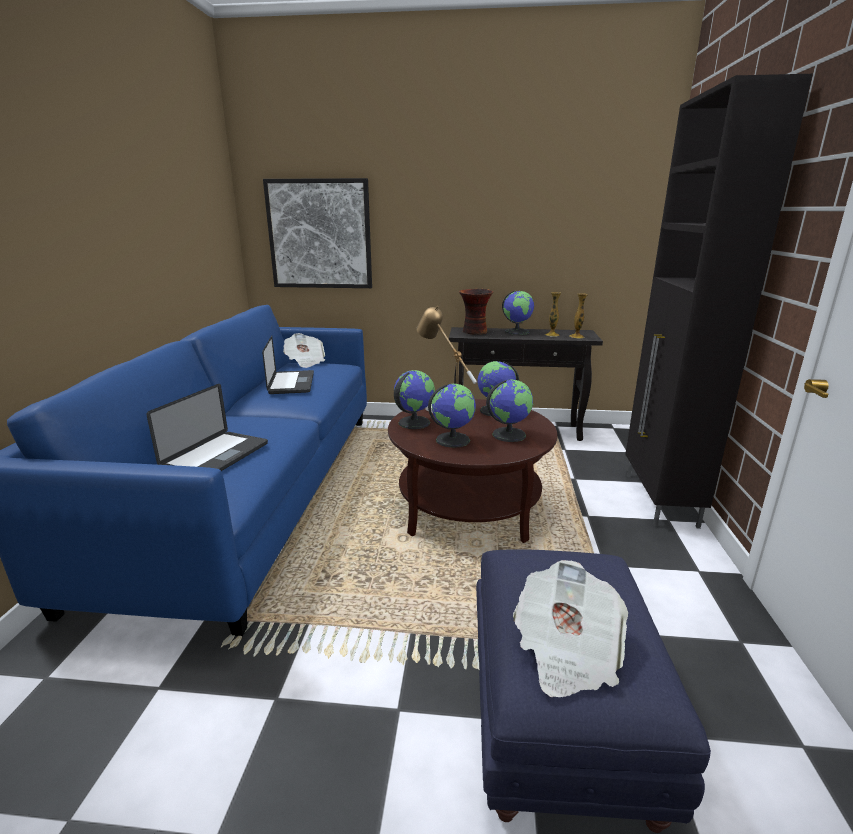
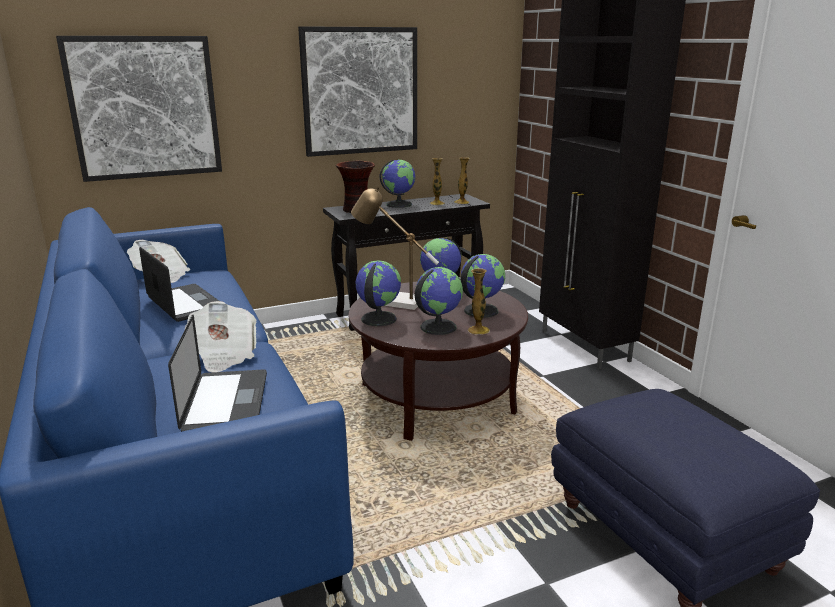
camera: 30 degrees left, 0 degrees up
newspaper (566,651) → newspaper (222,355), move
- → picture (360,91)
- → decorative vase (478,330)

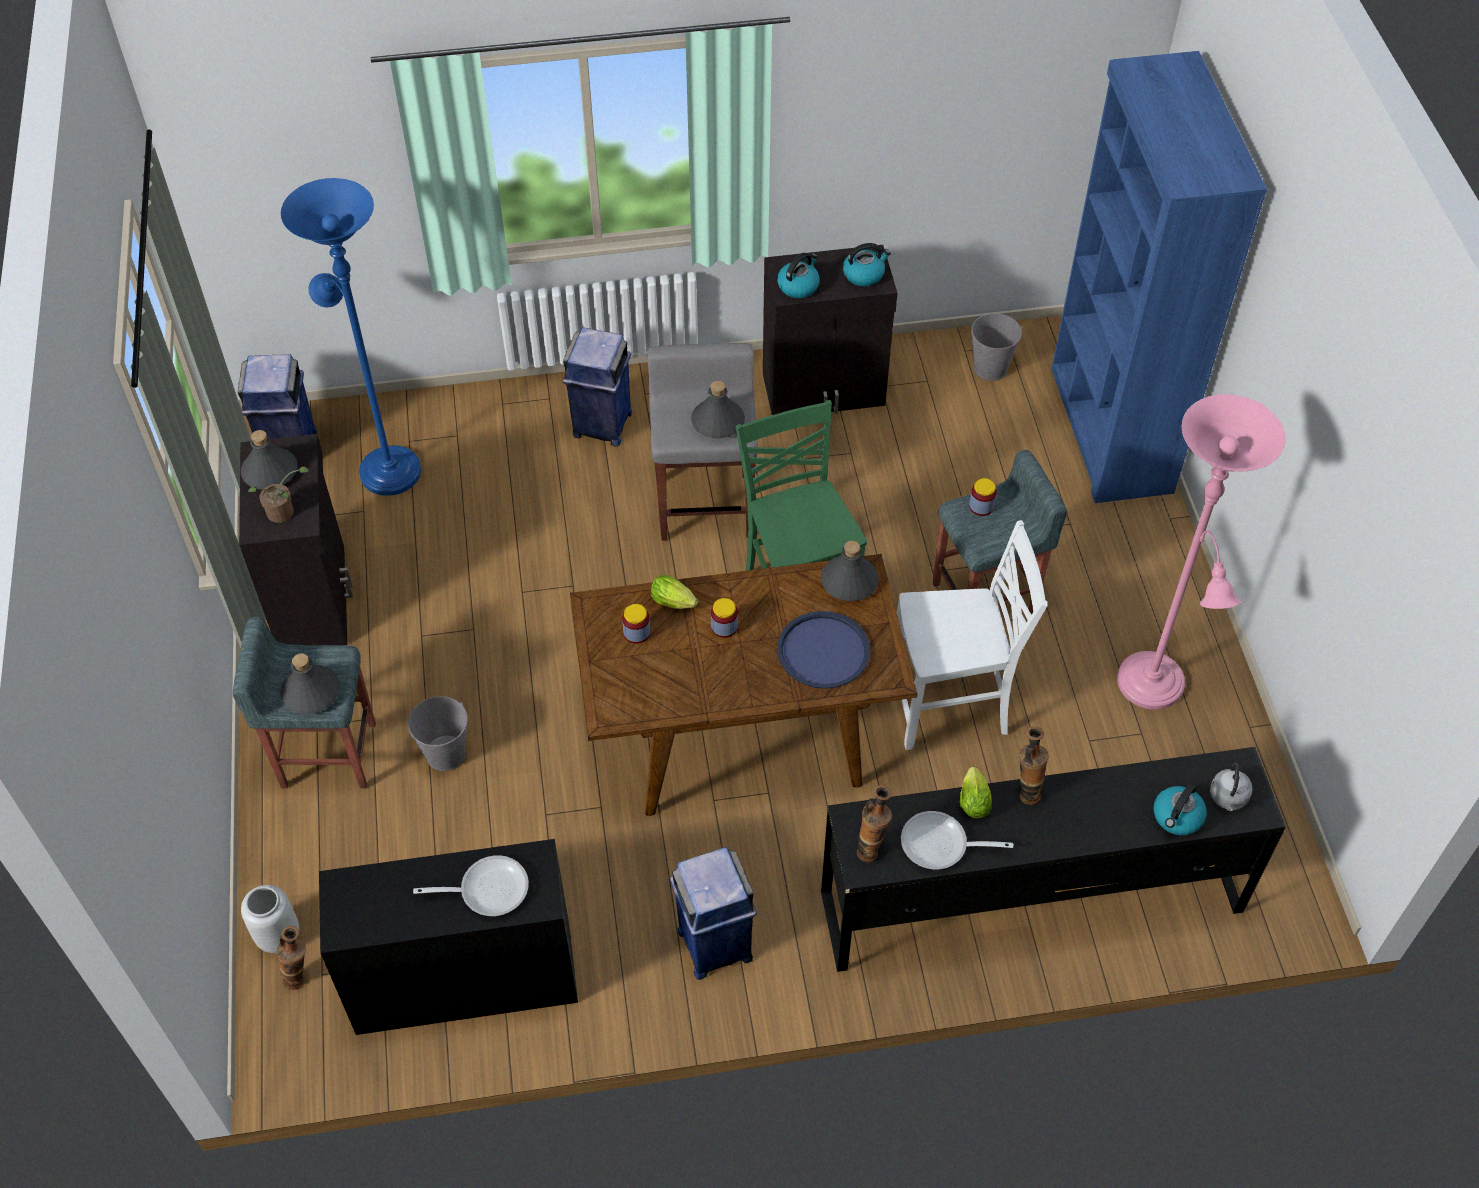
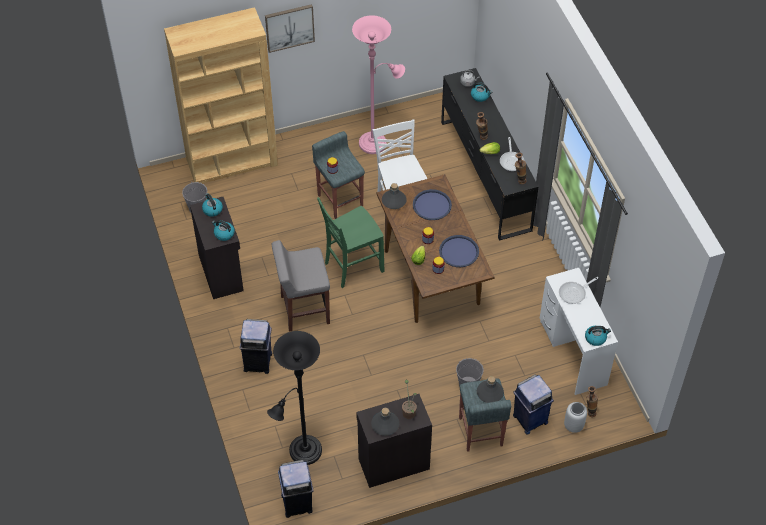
camera: 100 degrees left, 0 degrees up
bluish bookcase (1109,430) → brown bookcase (232,162)
- → picture (289,27)
bluish floor lamp (386,467) → black-coloured floor lamp (302,453)
- → bluish carrying tray (458,251)
bluish trash can (714,943) → bluish trash can (529,419), move
black-coloured desk (464,981) → whitish desk (573,353)
frying pan (488,889) → frying pan (574,293), 105 degrees counterclockwise
- → tea kettle (595,338)
grey bottle (717,422) → -

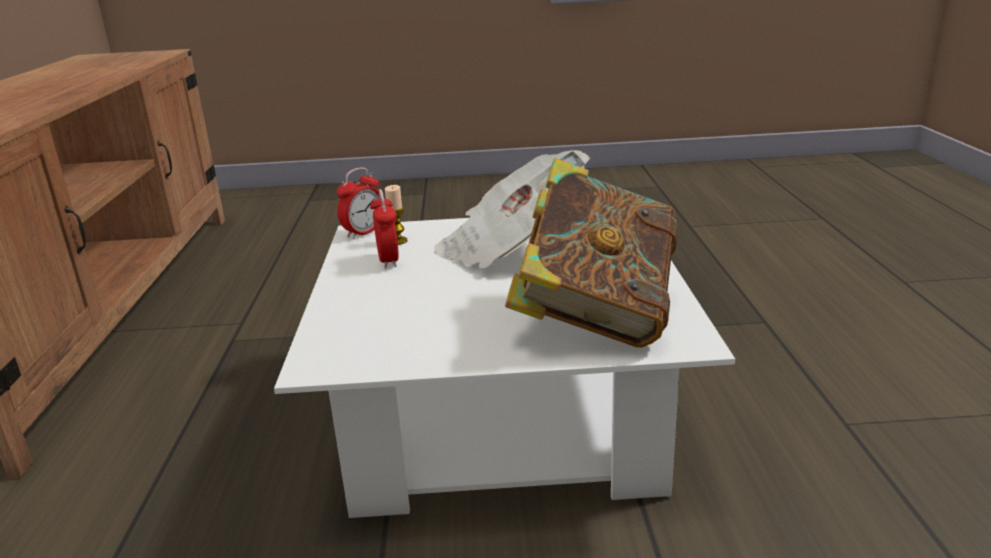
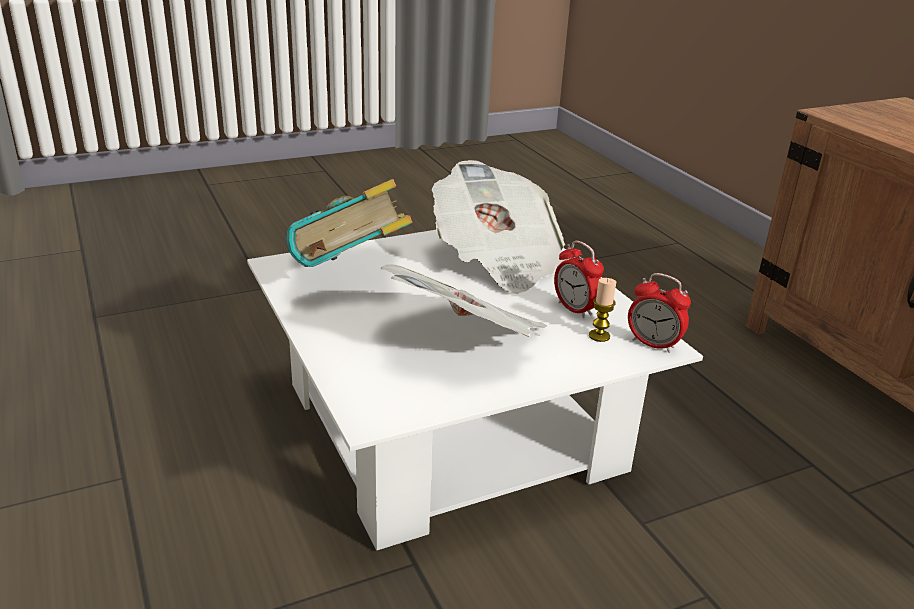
camera: 155 degrees right, 5 degrees up
- → newspaper (498,260)
bedside clock (363,233) → bedside clock (653,344), 75 degrees counterclockwise

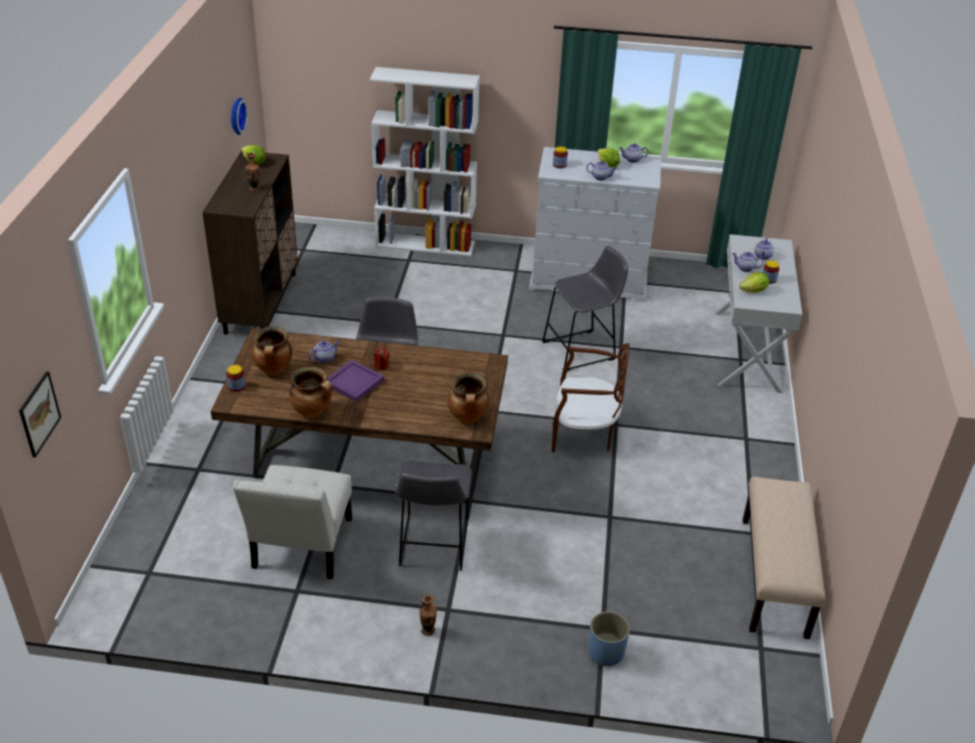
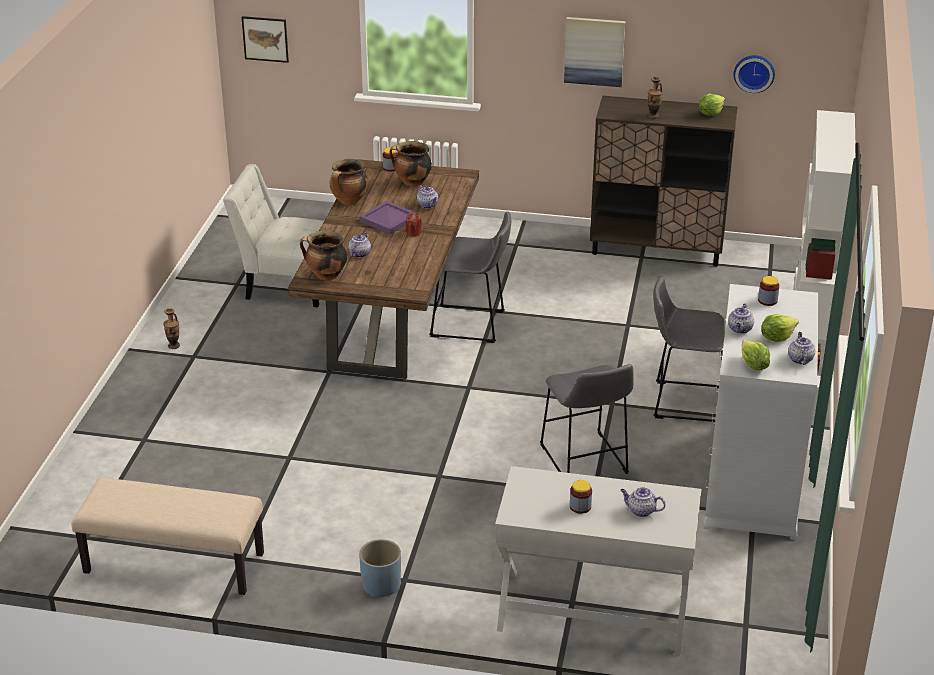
camera: 95 degrees right, 5 degrees down
pot for tea (745,268) → pot for tea (359,253), move
bluish planter (606,653) → bluish planter (381,585), move
- → picture (594,51)
grey sitting stool (432,546) → grey sitting stool (685,402), move
head of lettuce (753,291) → head of lettuce (753,365), move
brown upright chair (584,433) → -

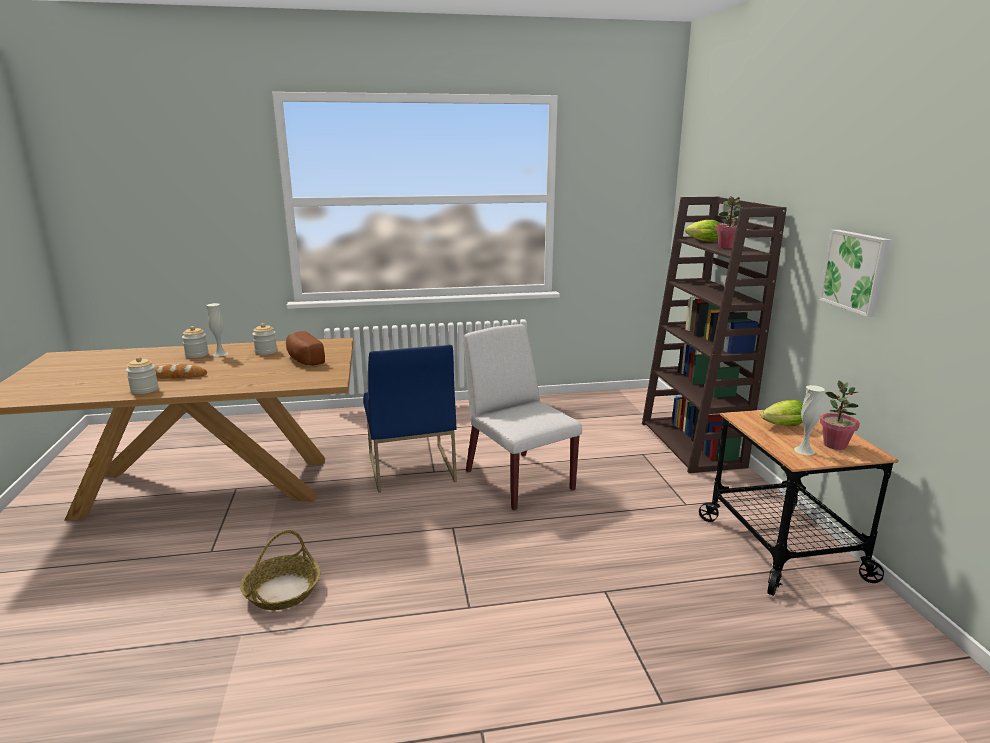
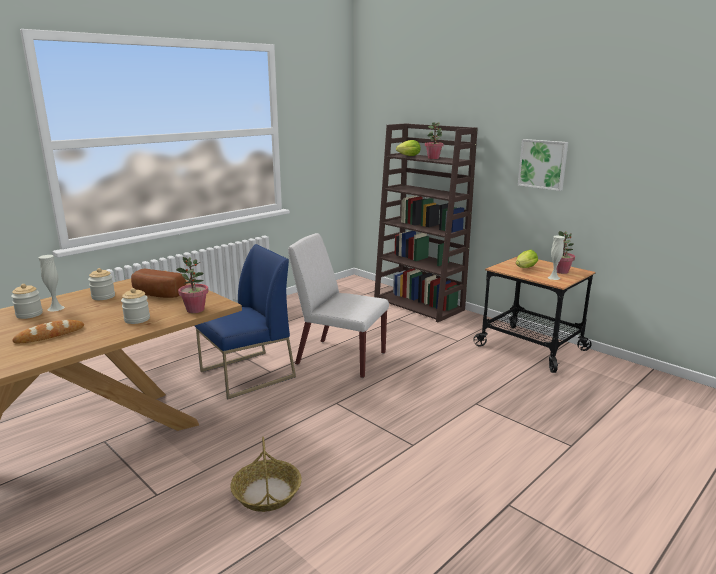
camera: 35 degrees left, 0 degrees up
preserve jar (144,390) → preserve jar (137,319), move
- → houseplant (195,310)
bluish upright chair (410,467) → bluish upright chair (247,374), 75 degrees counterclockwise

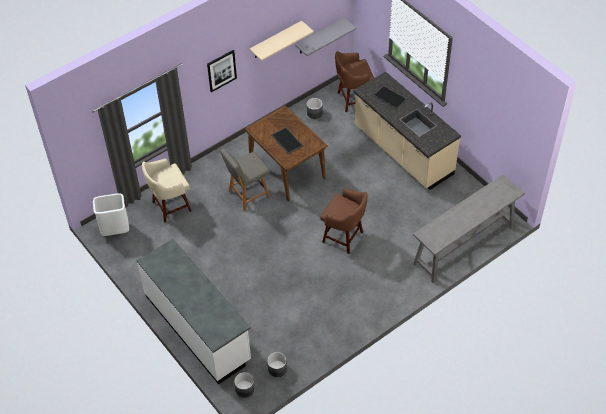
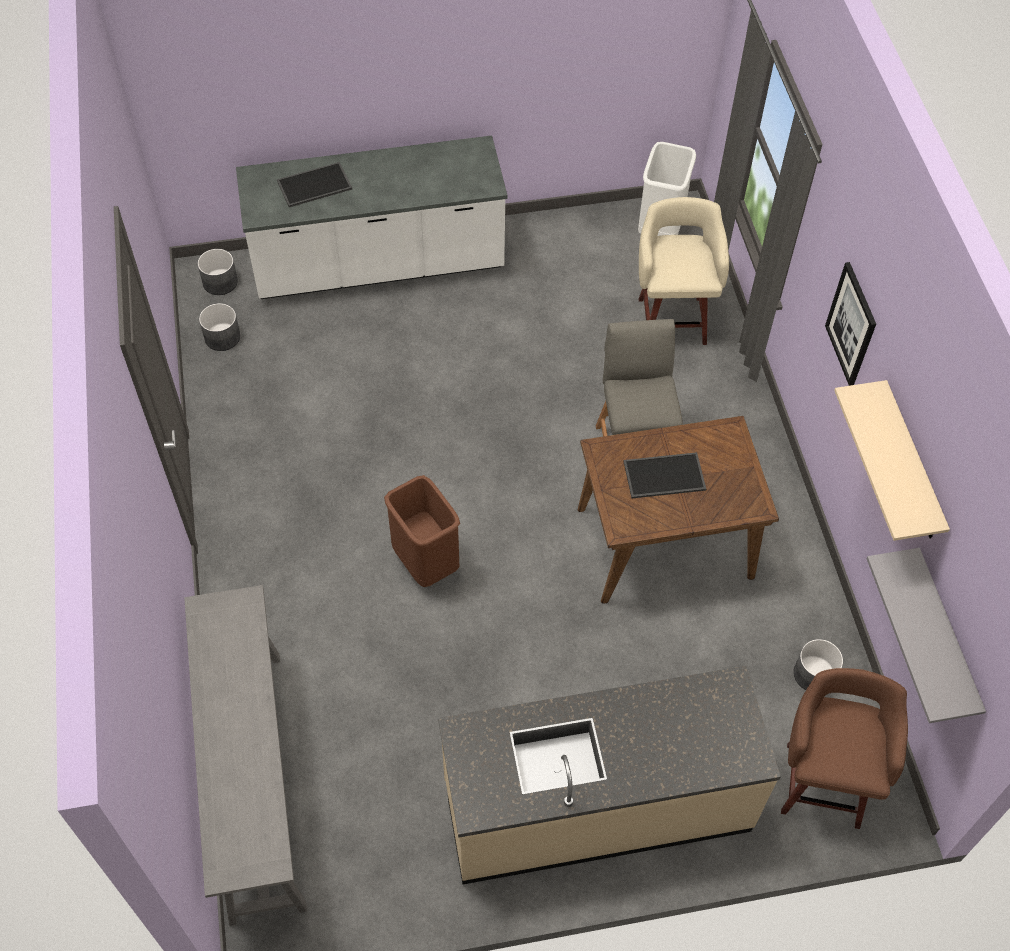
camera: 115 degrees right, 5 degrees up
carrying tray (390,97) → carrying tray (314,186), move
brown sitting stool (344,237) → brown trash can (424,562)

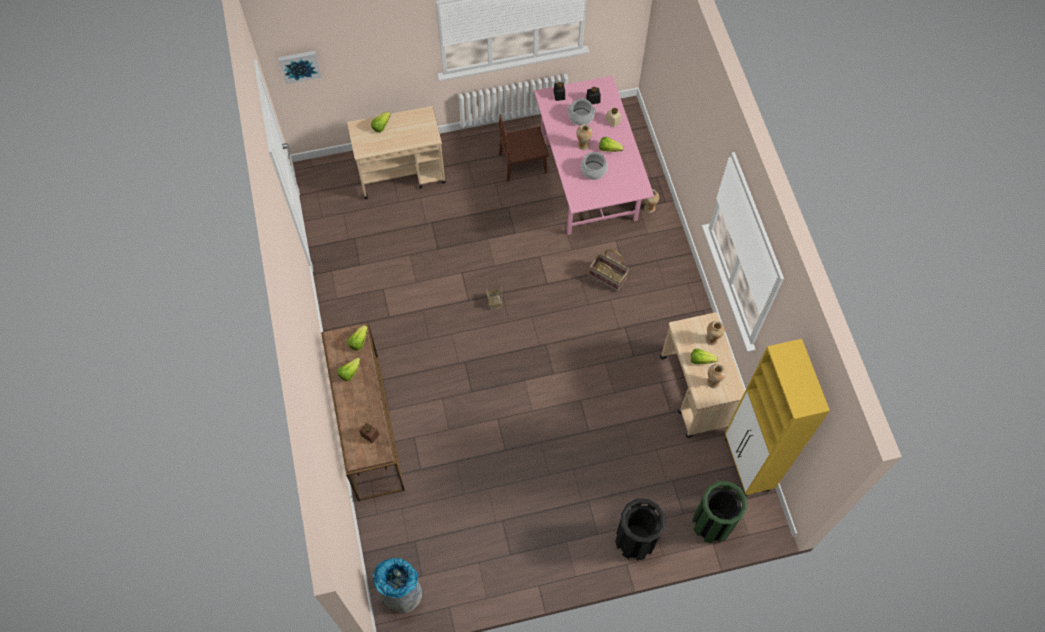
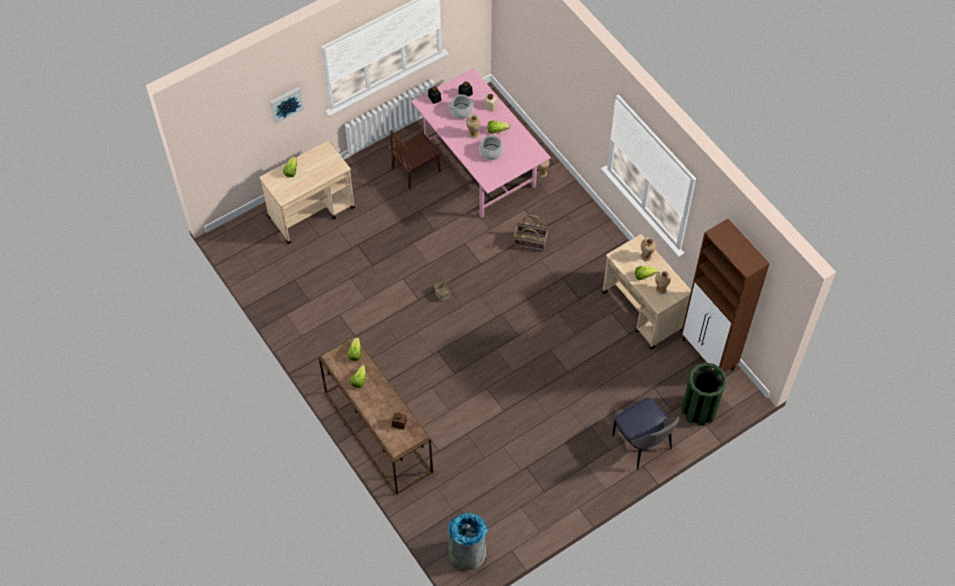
camera: 20 degrees left, 5 degrees down
picture (299,65) → picture (286,104), move
black-coloured trash can (635,540) → upright chair (642,444)
yellow storage cabinet (747,466) → brown storage cabinet (708,355)

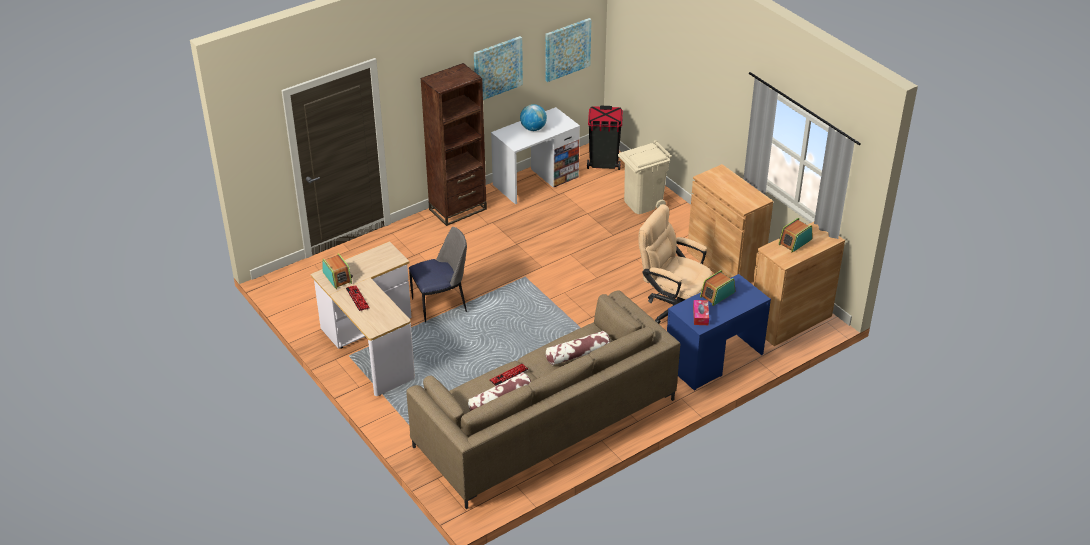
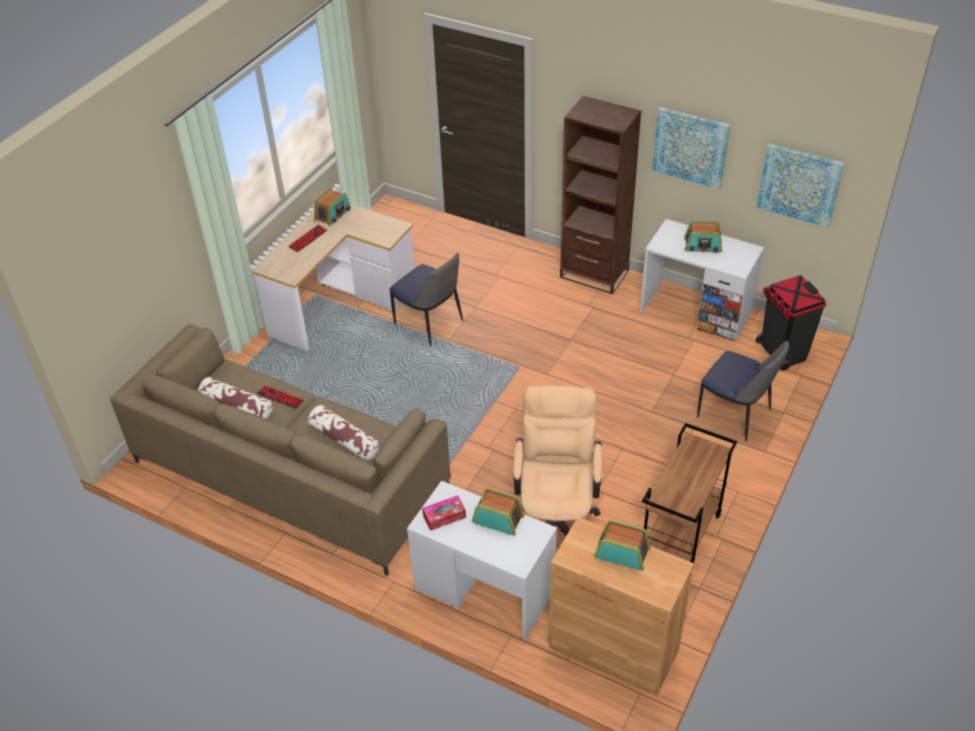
camera: 65 degrees right, 5 degrees up
bluish desk (714,359) → whitish desk (484,590)
brown storage cabinet (724,263) → brown trolley (680,537)
desk globe (533,128) → radio receiver (702,246)
beige-coloured trash can (642,203) → upright chair (735,415)

